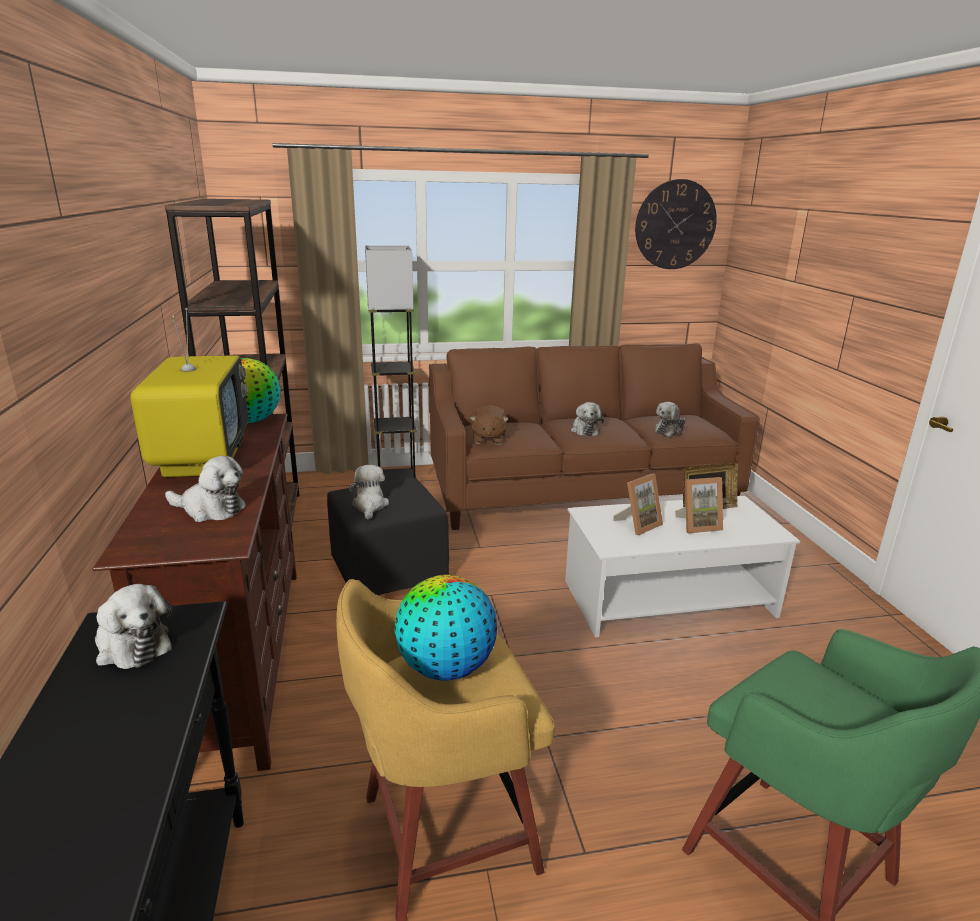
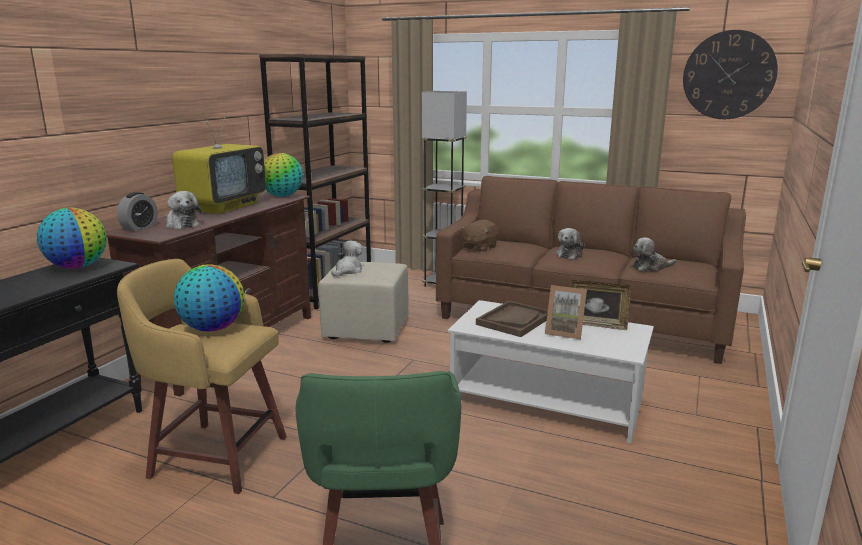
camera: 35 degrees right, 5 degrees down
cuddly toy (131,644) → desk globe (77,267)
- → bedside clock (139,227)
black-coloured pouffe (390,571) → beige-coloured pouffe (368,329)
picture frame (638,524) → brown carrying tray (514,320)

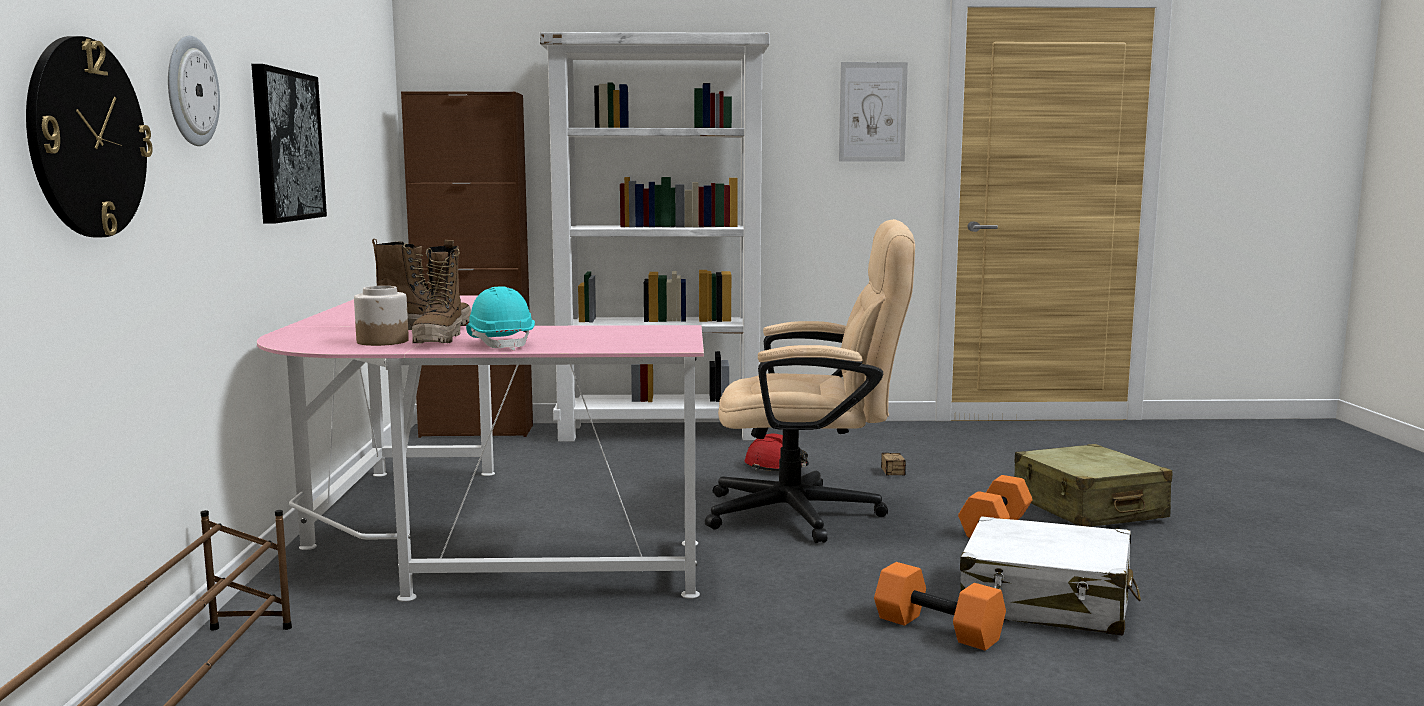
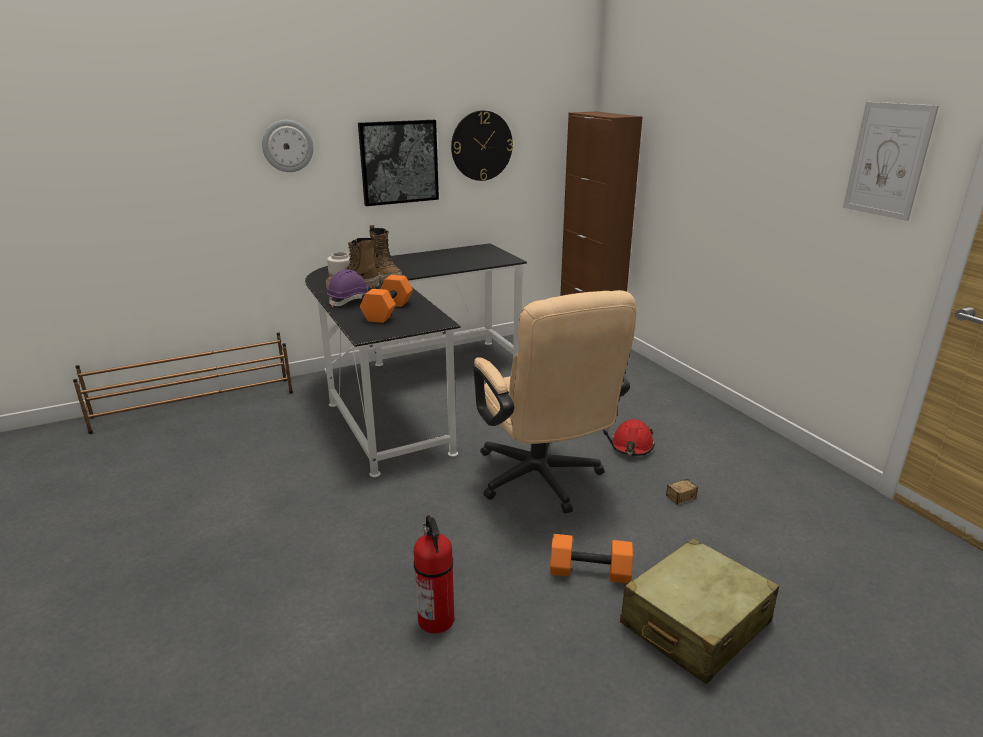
camera: 65 degrees right, 15 degrees up
pink-coloured desk (459,540) → black-coloured desk (411,392)
turquoise-coloured work helmet (501,344) → purplish work helmet (350,300)
orangey free weight (936,629) → orangey free weight (387,311), move
whitish suitcase (1046,603) → fire-fighting cylinder (437,620)
hanging clock (87,138) → hanging clock (481,146), move
whitish bookcase (661,432) → -

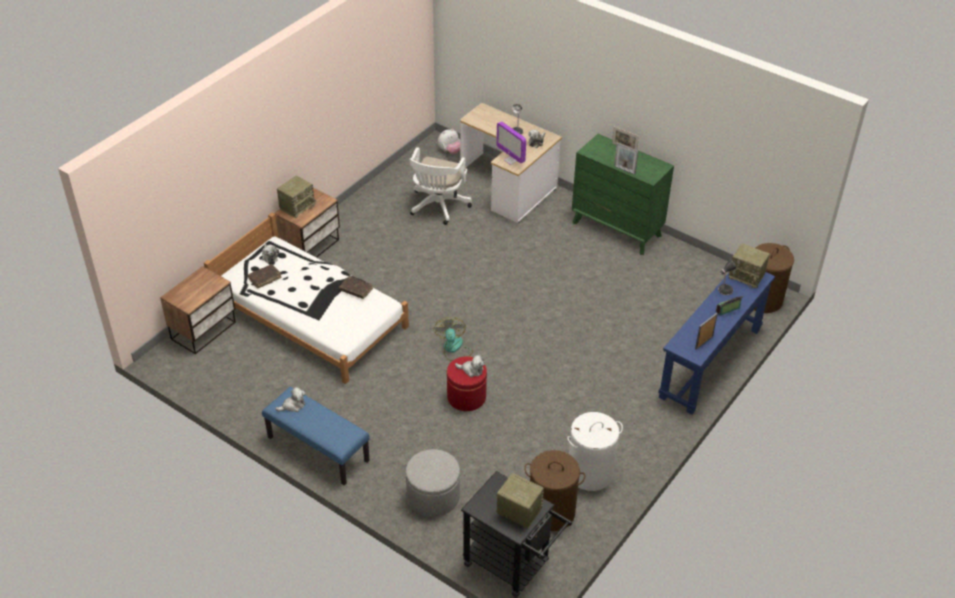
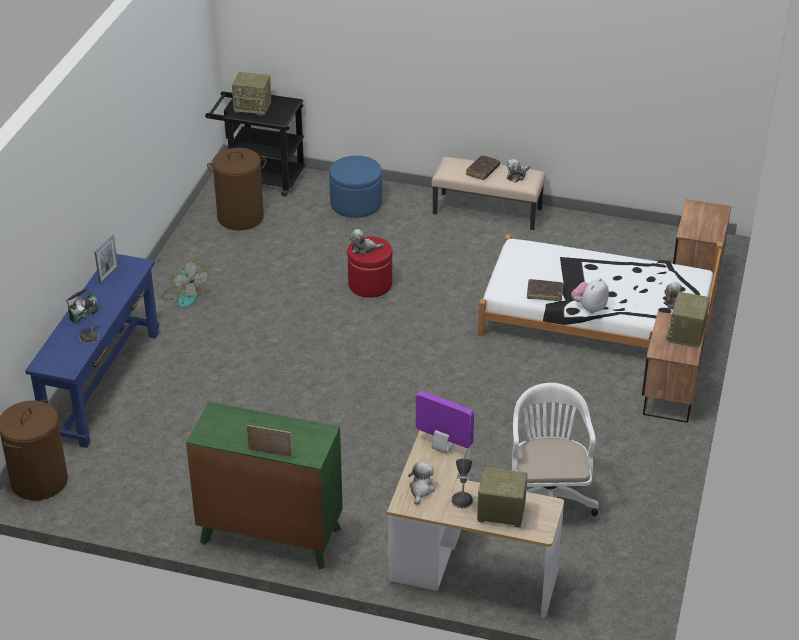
camera: 160 degrees right, 5 degrees down
cooling fan (454,349) → cooling fan (185,295), move
grey pouffe (433,496) → bluish pouffe (356,204)
bluish indoor bench (317,449) → beige-coloured indoor bench (487,211)
brown bound book (265,278) → brown bound book (482,171), move
radio receiver (747,276) → radio receiver (500,513), move
cuddly toy (450,151) → cuddly toy (589,308), move
whitish hamper (590,473) → -
picture frame (624,170) → -

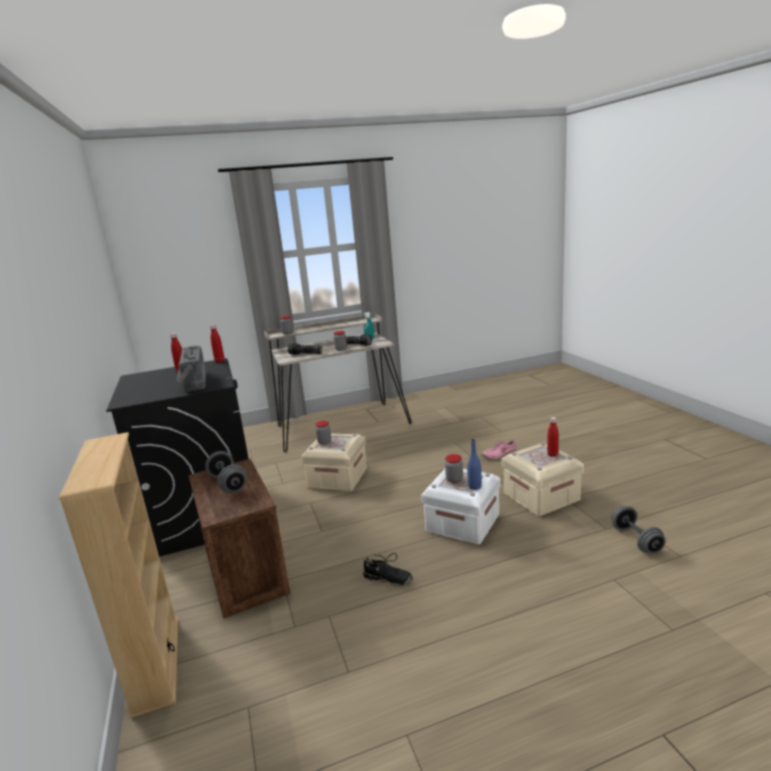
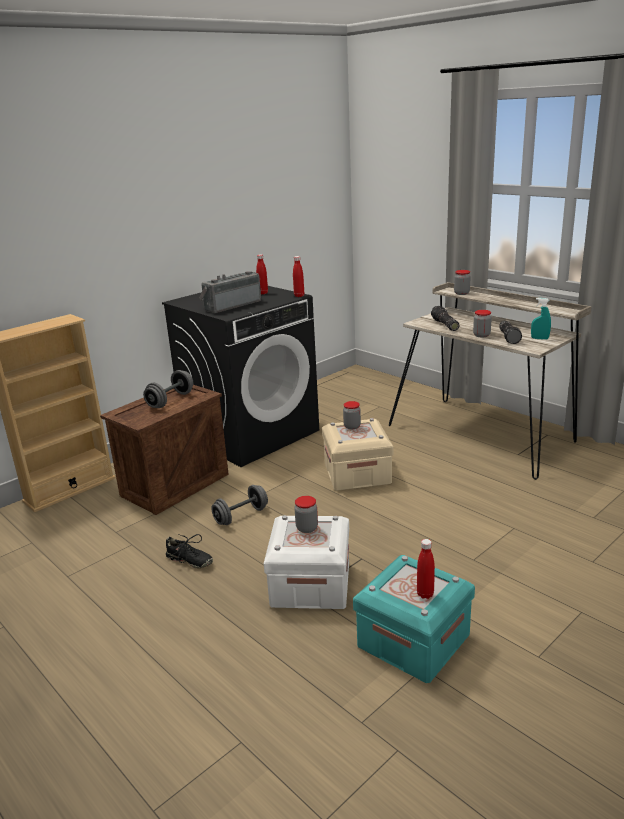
camera: 65 degrees right, 5 degrees up
black-coloured item of footwear (387,579) → black-coloured item of footwear (189,561), 60 degrees counterclockwise
grey free weight (636,540) → grey free weight (241,516), move
beige-coloured storage bin (541,496) → turquoise-coloured storage bin (413,641)
bluish bottle (474,487) → -
pink-coloured item of footwear (499,455) → -

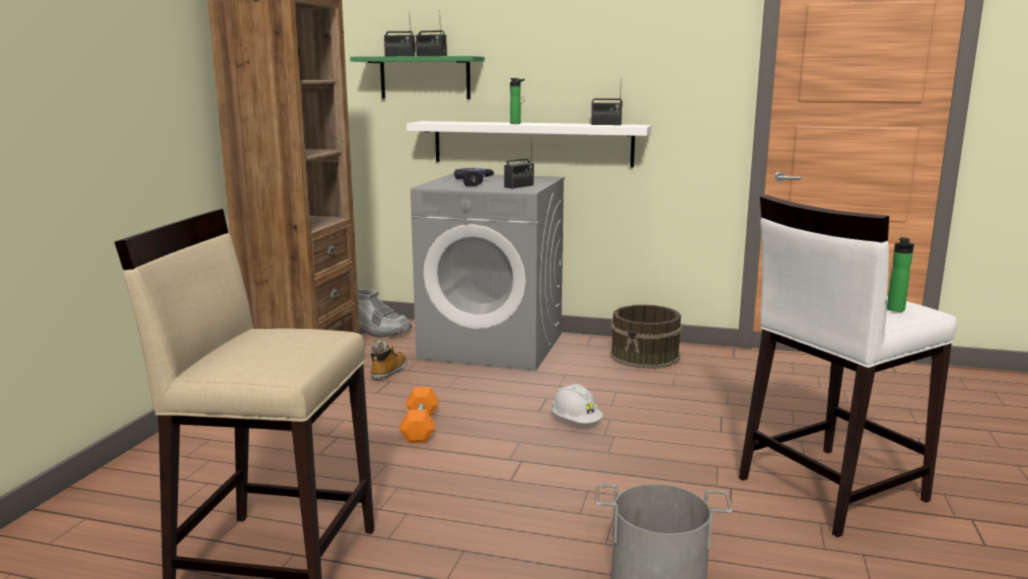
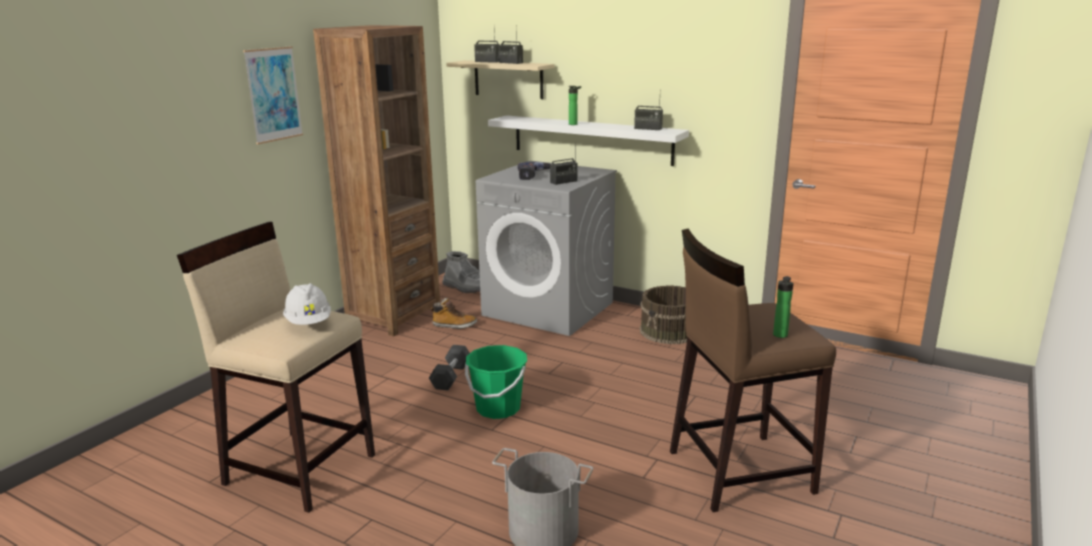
camera: 15 degrees right, 5 degrees up
- → picture (273,94)
whitish work helmet (575,421) → whitish work helmet (309,323), move
orangey free weight (420,427) → grey free weight (451,376)
tall boot (389,372) → tall boot (454,325), 60 degrees clockwise
greenish shelf (425,78) → beige-coloured shelf (508,79)
- → greenish water bucket (498,408)
whitish sitting stool (829,489) → brown sitting stool (738,471)

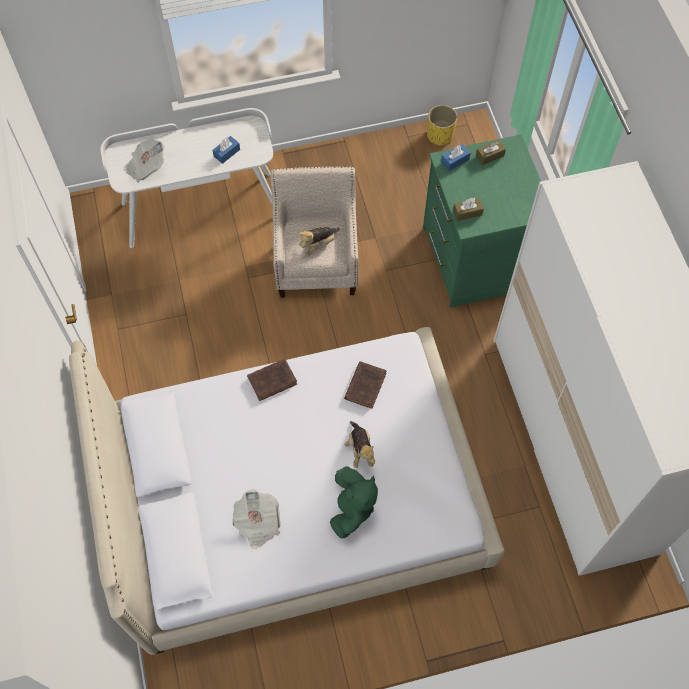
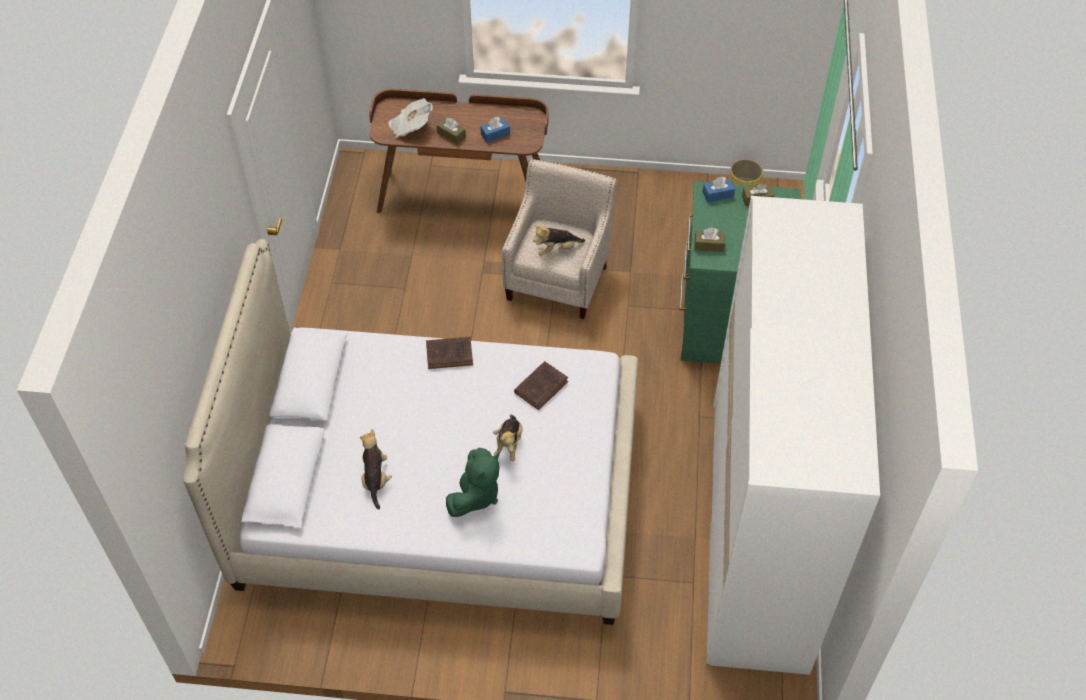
camera: 20 degrees right, 10 degrees down
newspaper (257,523) → cuddly toy (375,479)
whitish desk (201,208) → brown desk (463,195)
- → brown tissue holder (451,135)

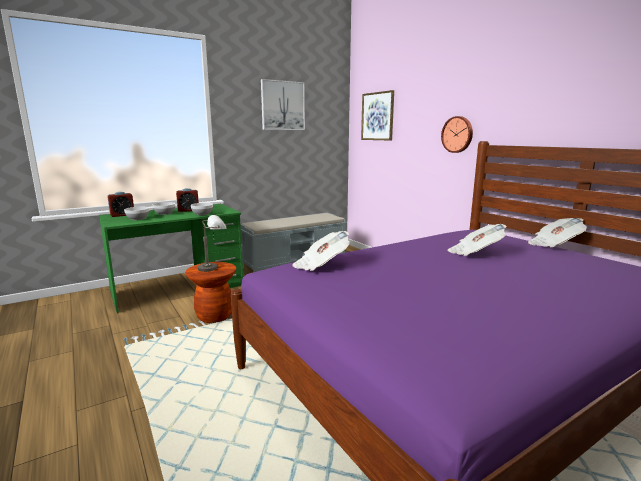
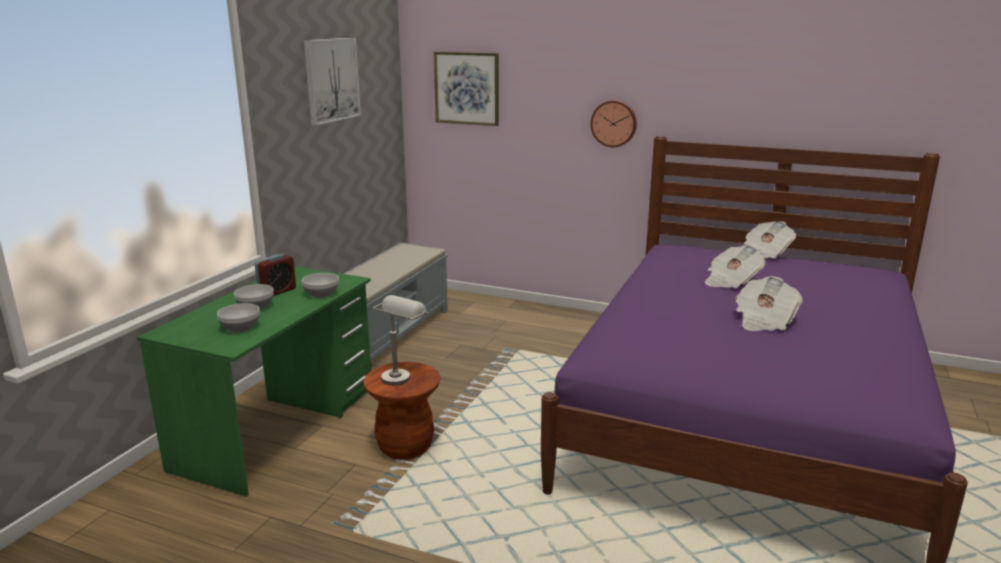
camera: 35 degrees left, 5 degrees up
newspaper (321,265) → newspaper (763,321), move
bedside clock (122,215) → -

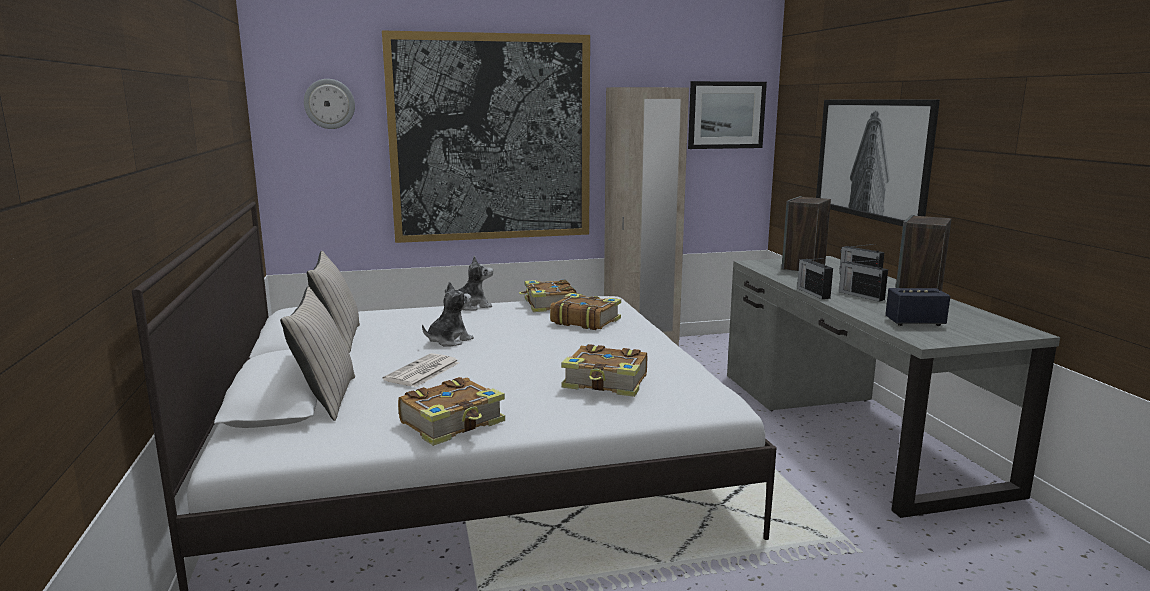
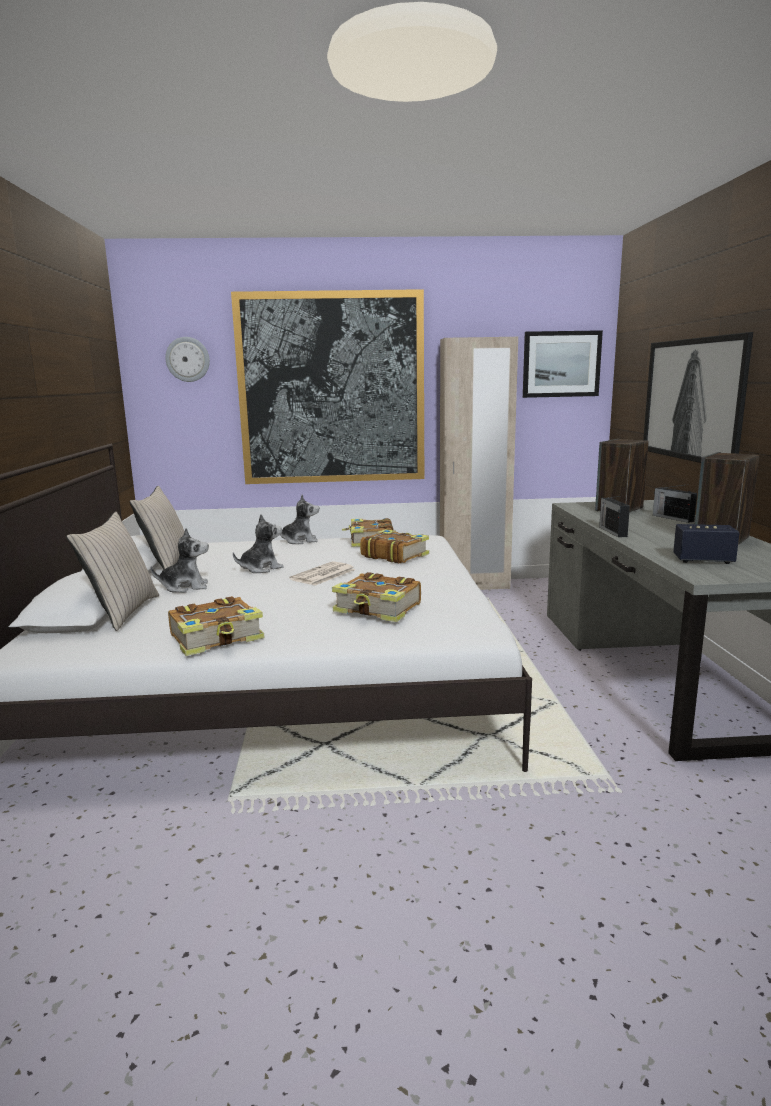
camera: 10 degrees right, 0 degrees up
- → cuddly toy (185,587)
newspaper (422,372) → newspaper (323,575), move
radio receiver (860,295) → -

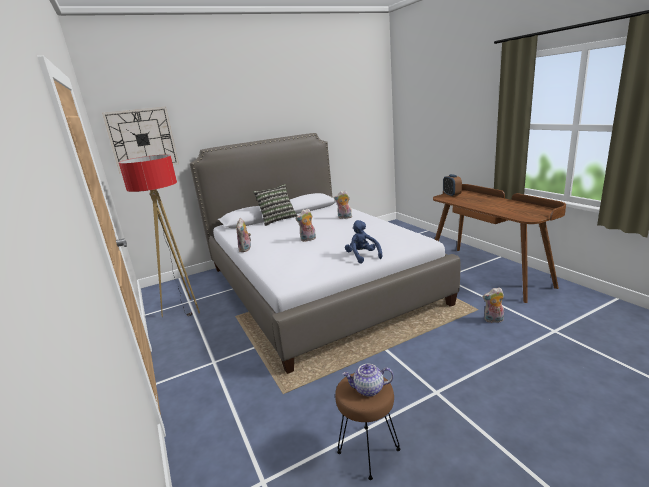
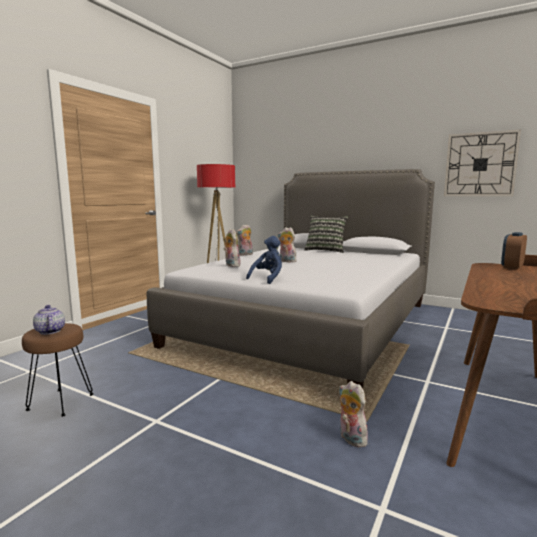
camera: 55 degrees right, 10 degrees down
cuddly toy (344,217) → cuddly toy (231,265), move
hanging clock (142,139) → hanging clock (480,164), move

